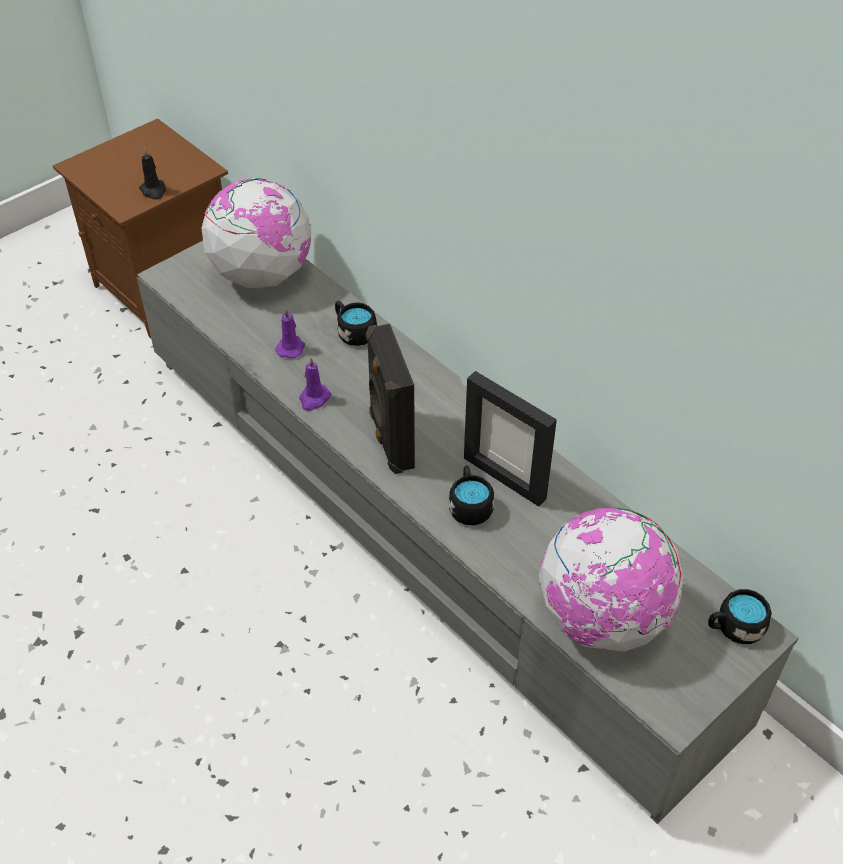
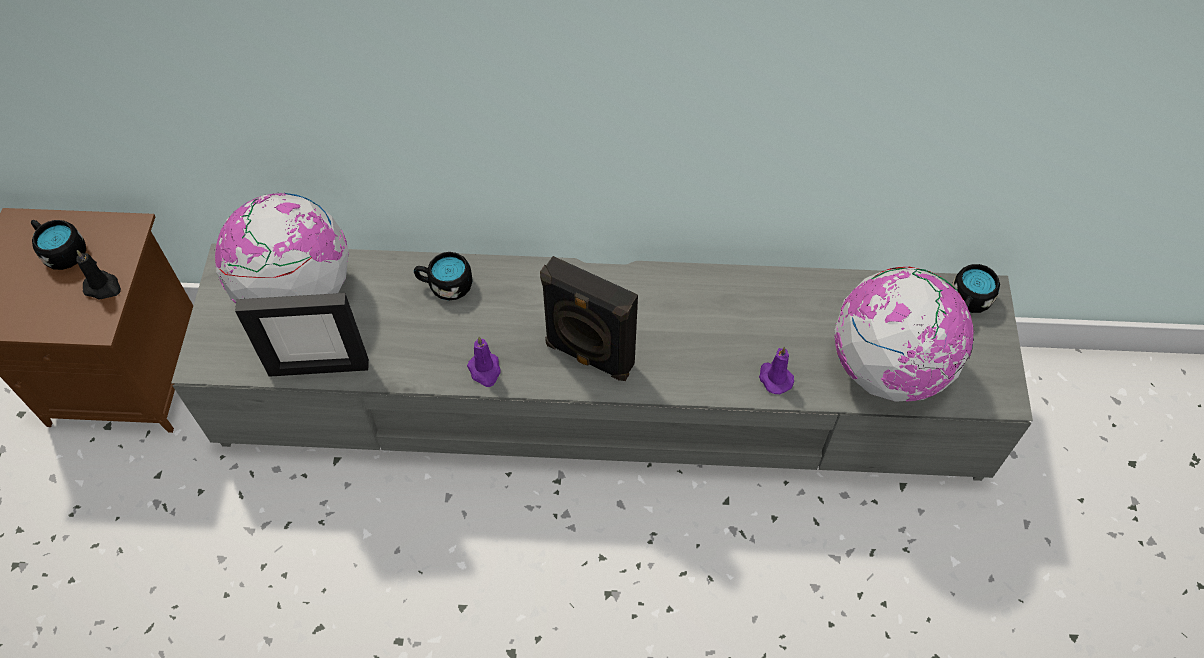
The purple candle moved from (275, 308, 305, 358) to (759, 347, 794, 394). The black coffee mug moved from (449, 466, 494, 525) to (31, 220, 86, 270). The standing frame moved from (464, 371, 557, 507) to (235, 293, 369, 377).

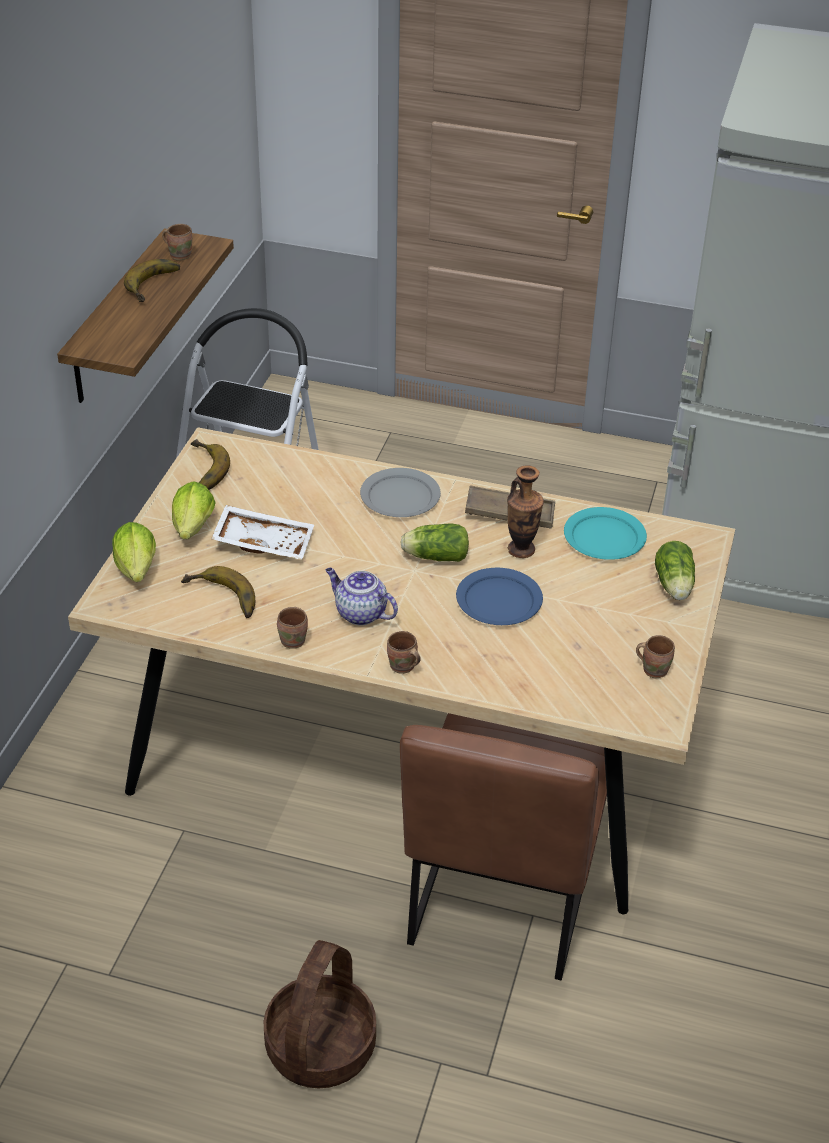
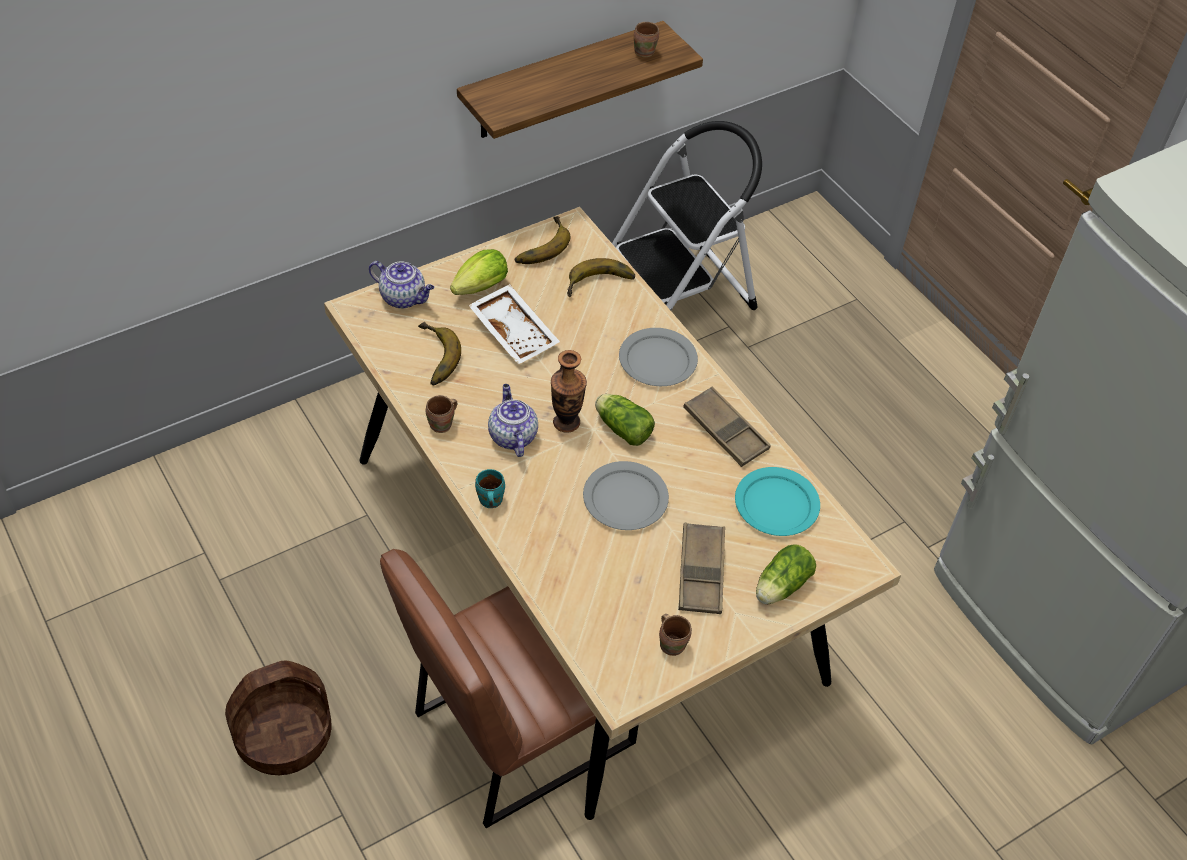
The head of lettuce at (112, 522, 156, 582) was replaced by the teapot at (369, 261, 434, 309). The whole banana moved from (124, 259, 180, 302) to (567, 258, 635, 297). The brownish coffee mug at (387, 631, 421, 674) became the turquoise coffee mug at (475, 469, 505, 508). The blue plate at (456, 568, 543, 625) became the gray plate at (583, 461, 669, 530). The flower vase moved from (507, 465, 544, 558) to (551, 350, 587, 433). The brownish serving tray at (678, 523, 725, 614) appeared.

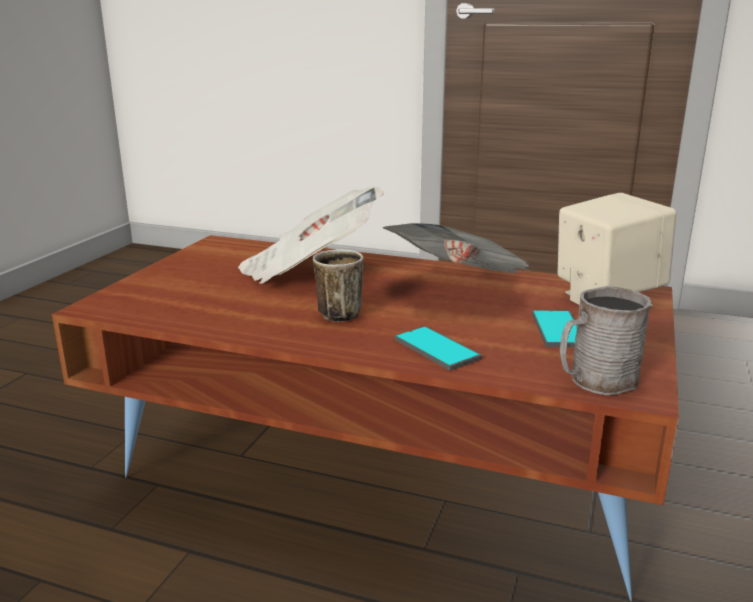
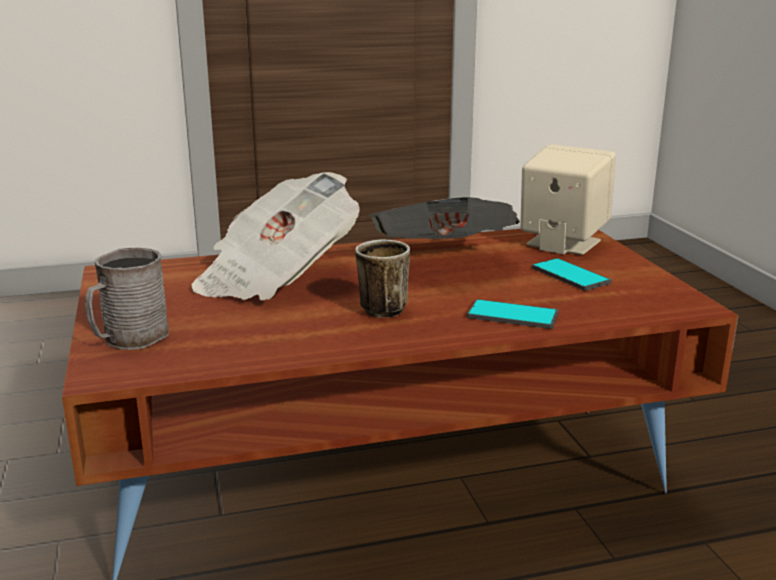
The gray coffee mug moved from (560, 286, 651, 395) to (85, 248, 169, 350).

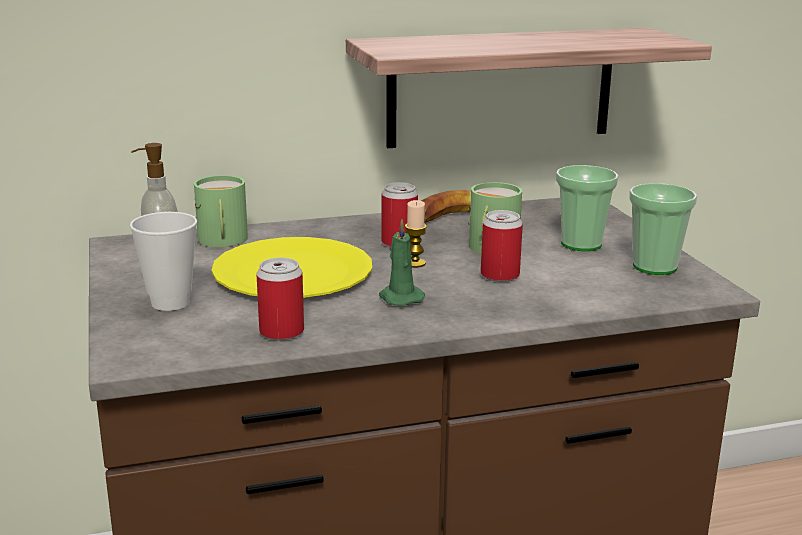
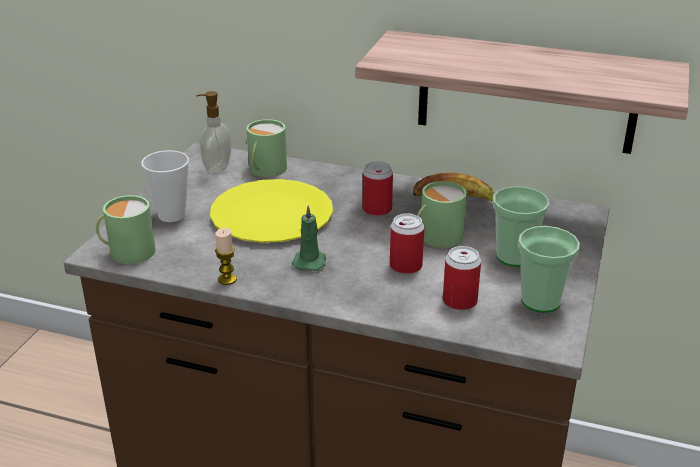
The can moved from (256, 258, 304, 340) to (443, 246, 481, 310). The candle moved from (405, 200, 427, 268) to (215, 228, 237, 285). The green coffee mug at (96, 195, 156, 264) appeared.

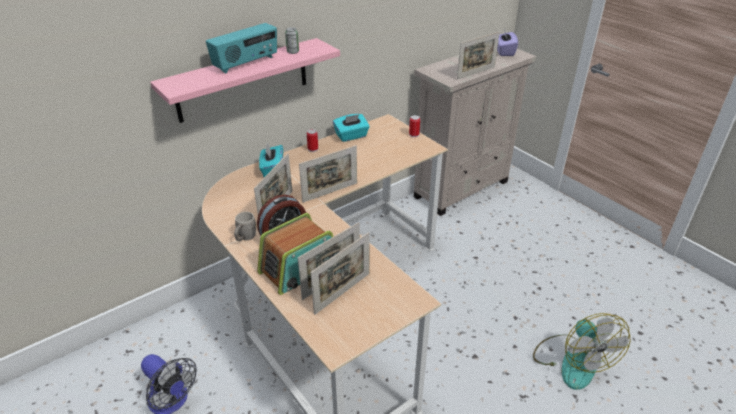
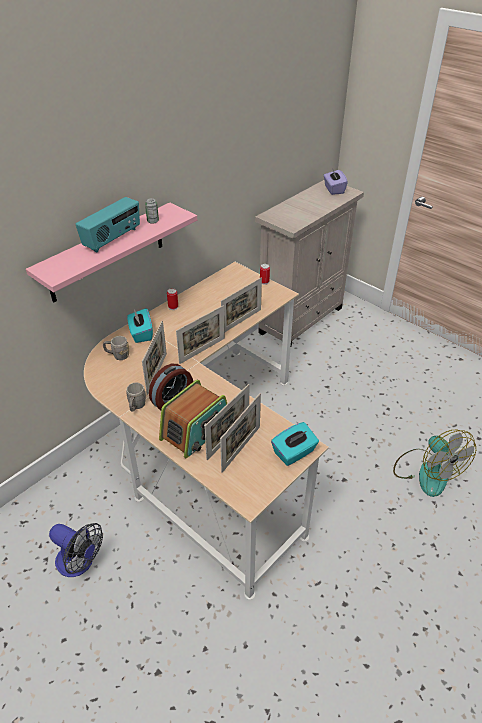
The turquoise tissue holder moved from (333, 114, 370, 142) to (271, 422, 319, 466). The standing frame moved from (457, 32, 500, 80) to (221, 277, 262, 332). The gray coffee mug at (103, 336, 129, 360) appeared.

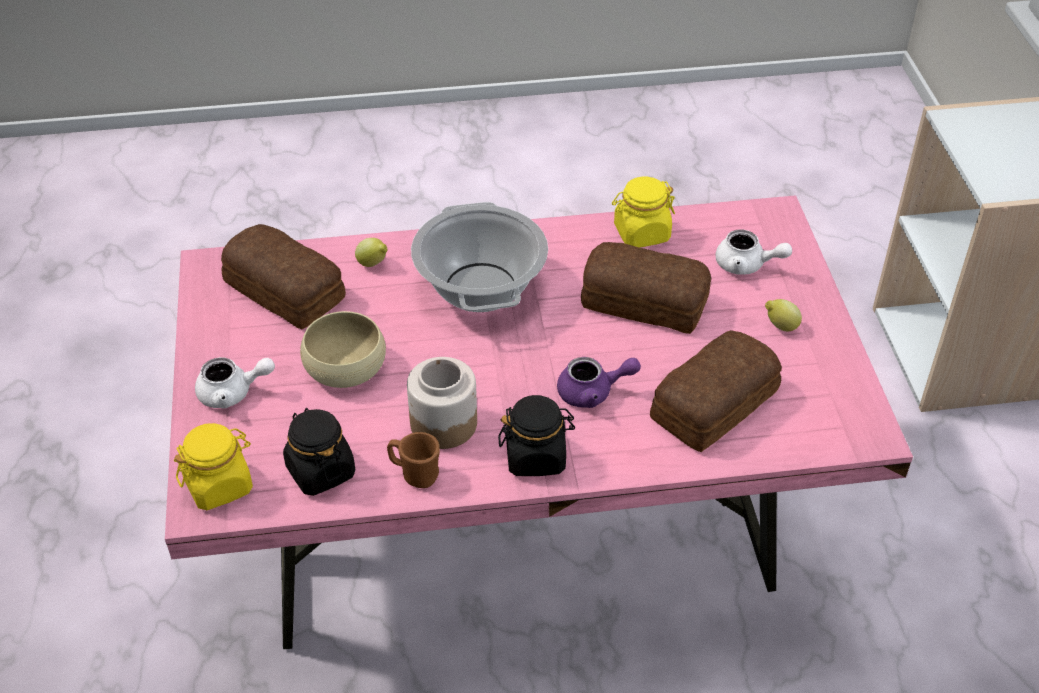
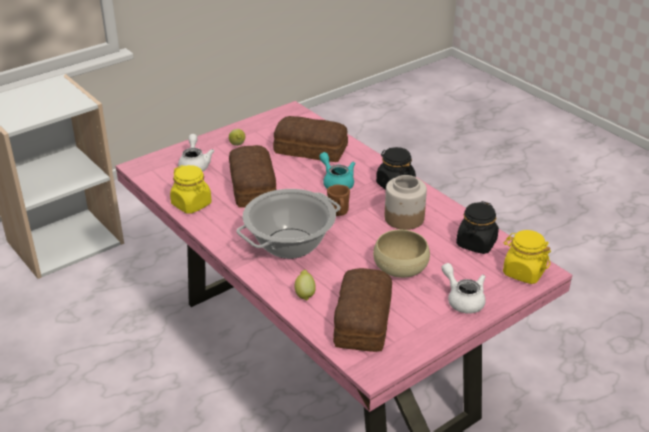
The brownish coffee mug moved from (387, 432, 440, 488) to (327, 184, 350, 216). The purple teapot at (557, 357, 641, 408) became the turquoise teapot at (319, 152, 355, 189).

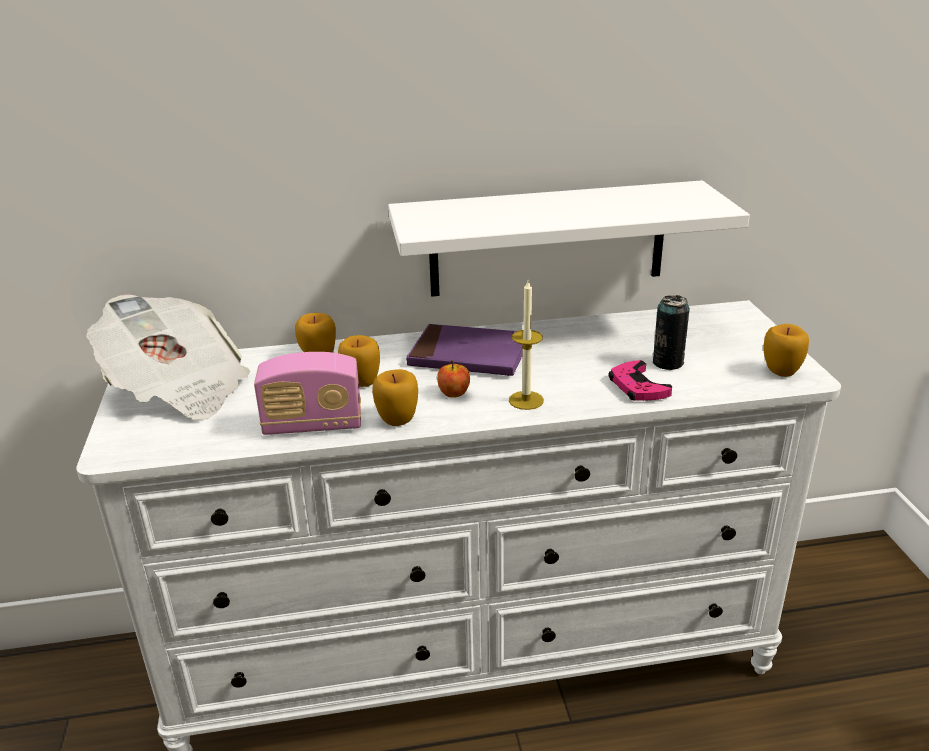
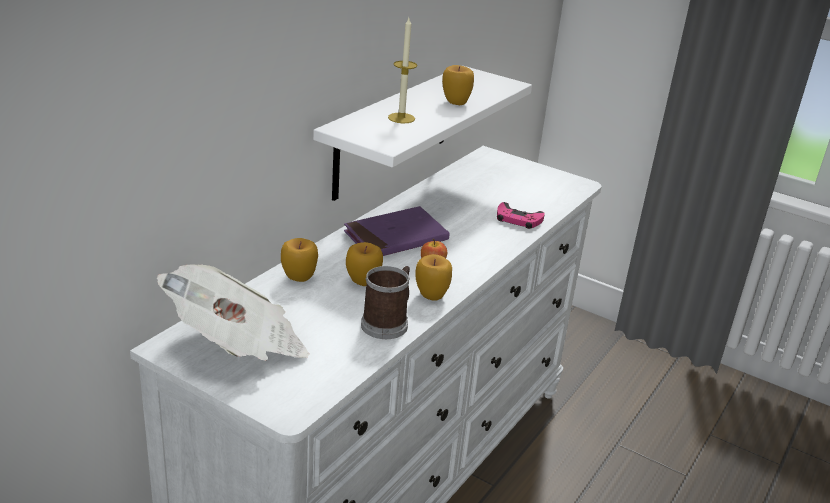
The radio set at (254, 352, 361, 435) was replaced by the coffee mug at (361, 266, 410, 339). The candle moved from (509, 280, 544, 410) to (388, 18, 417, 123). The can at (653, 295, 690, 370) disappeared. The apple fruit moved from (764, 324, 809, 377) to (442, 65, 474, 105).

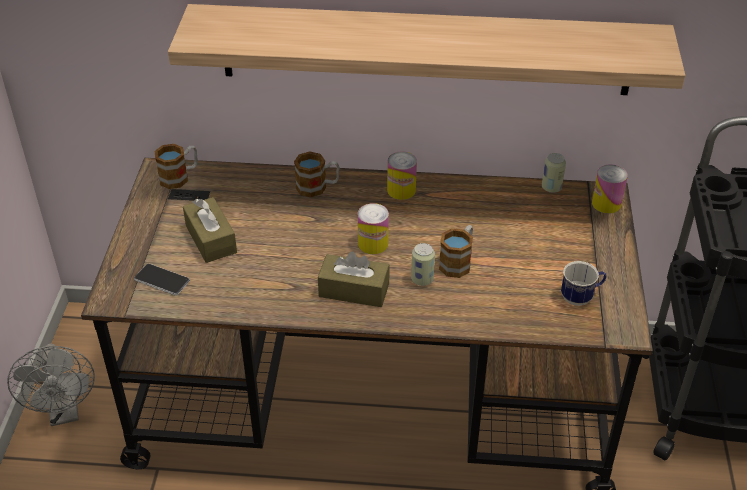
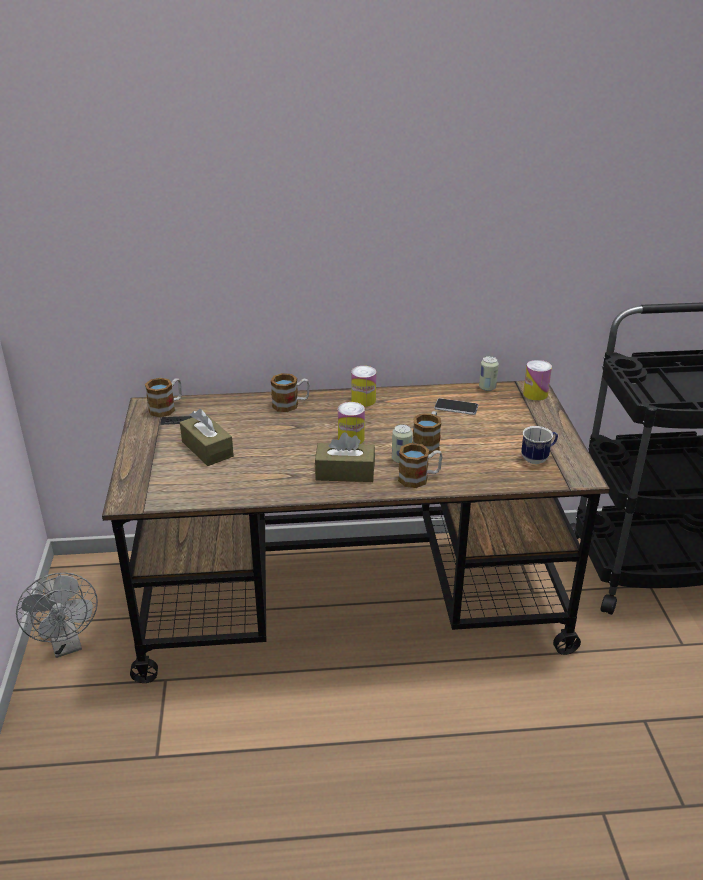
The phone moved from (134, 264, 190, 295) to (434, 398, 478, 415). The wall shelf at (168, 4, 685, 95) disappeared. The coffee mug at (398, 443, 443, 488) appeared.

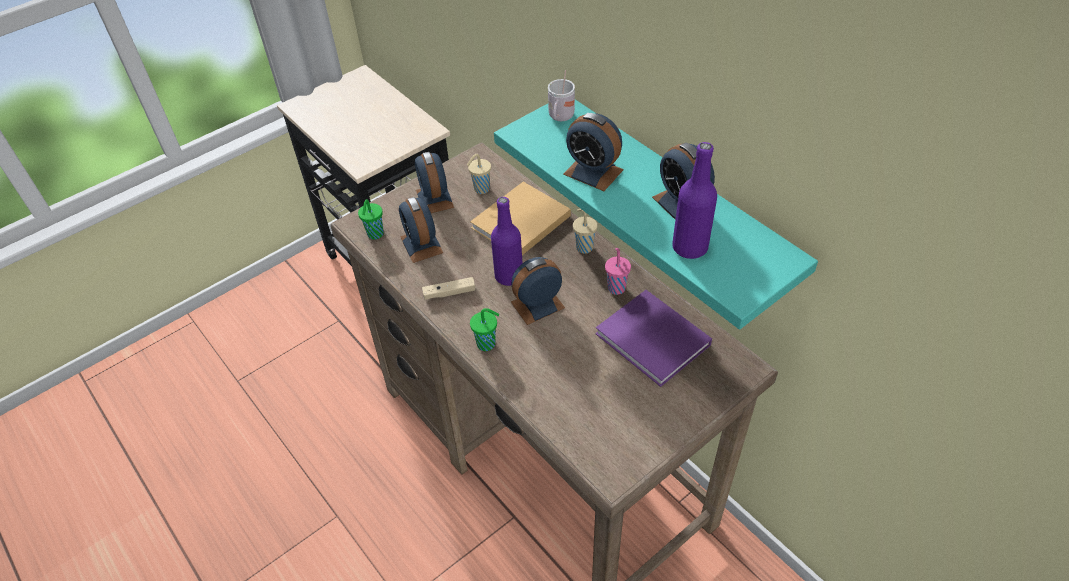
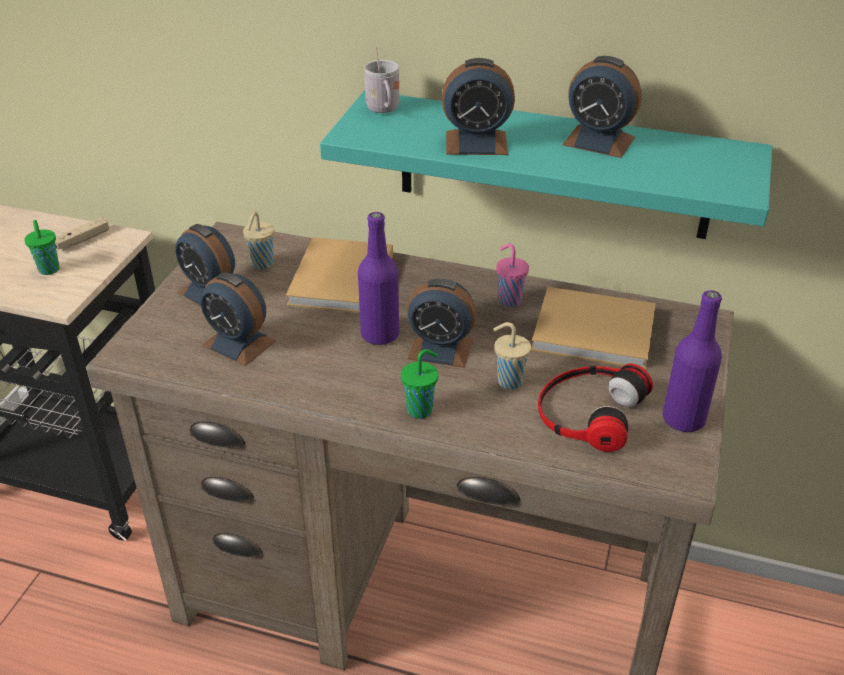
The green drinking cup moved from (358, 199, 384, 240) to (24, 220, 60, 275). The beige-coloured game controller moved from (422, 277, 475, 300) to (55, 217, 109, 250). The alarm clock at (511, 257, 565, 325) turned 105 degrees counterclockwise. The beige-coloured drinking cup moved from (573, 209, 598, 254) to (493, 322, 531, 390). The purple book at (595, 290, 712, 387) became the beige-coloured book at (531, 287, 656, 370). The purple bottle moved from (672, 142, 717, 259) to (662, 290, 722, 432). The pair of headphones at (538, 363, 653, 452) appeared.

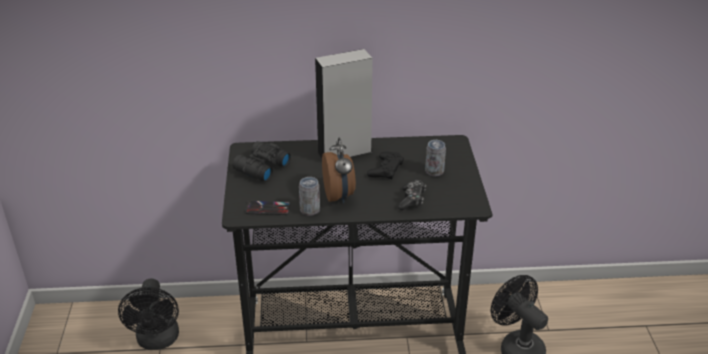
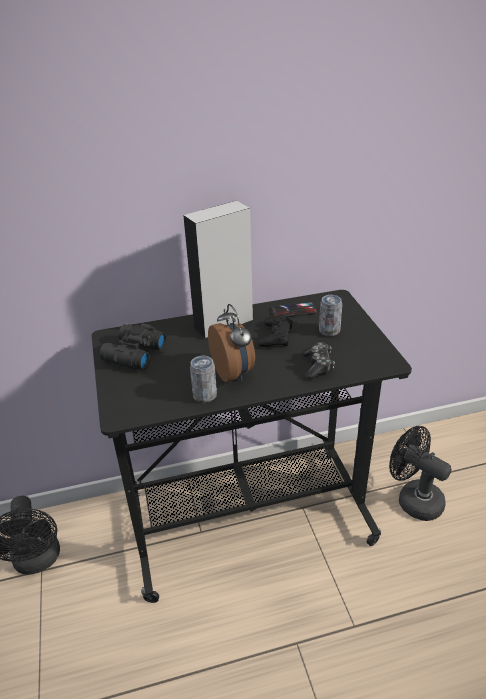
The phone moved from (245, 200, 291, 215) to (271, 302, 317, 317).

